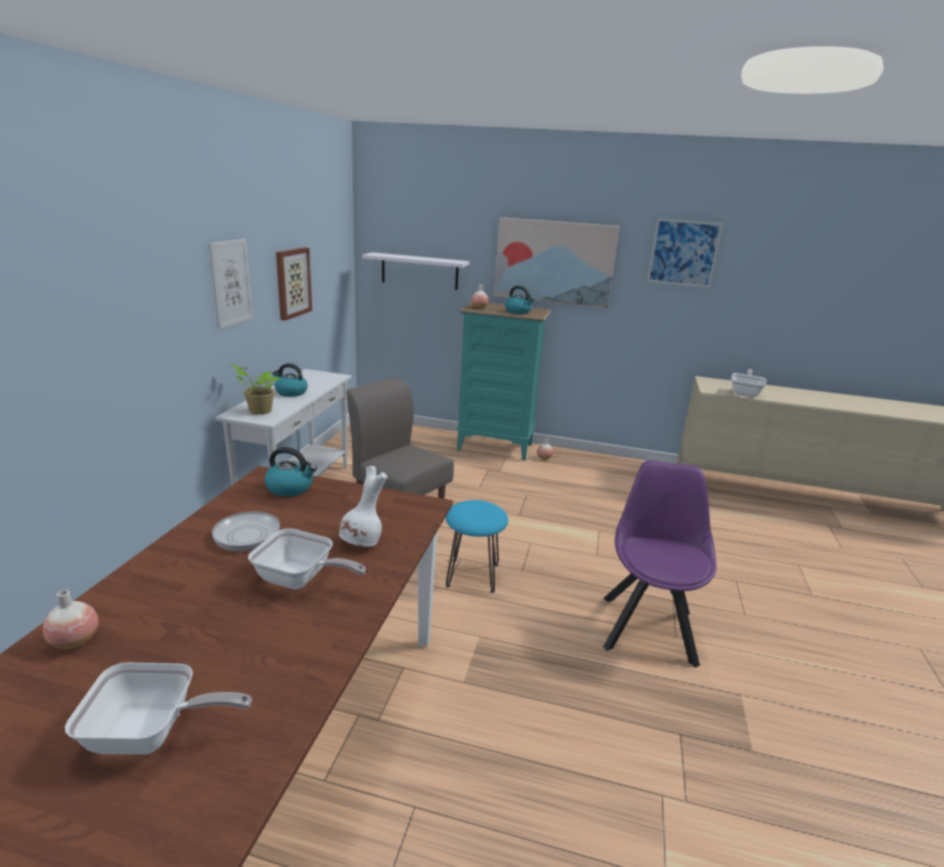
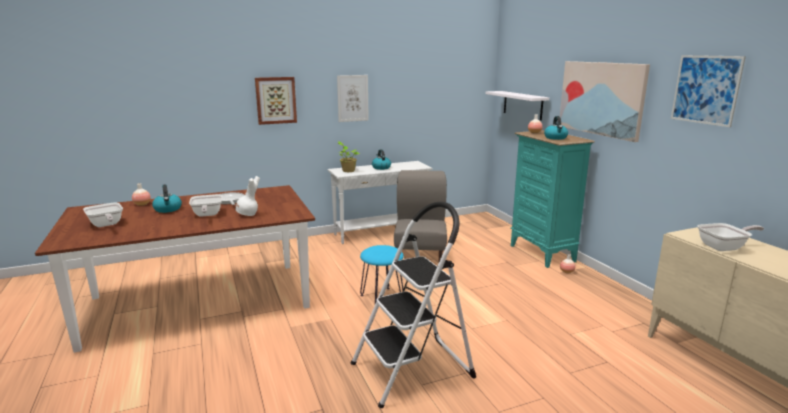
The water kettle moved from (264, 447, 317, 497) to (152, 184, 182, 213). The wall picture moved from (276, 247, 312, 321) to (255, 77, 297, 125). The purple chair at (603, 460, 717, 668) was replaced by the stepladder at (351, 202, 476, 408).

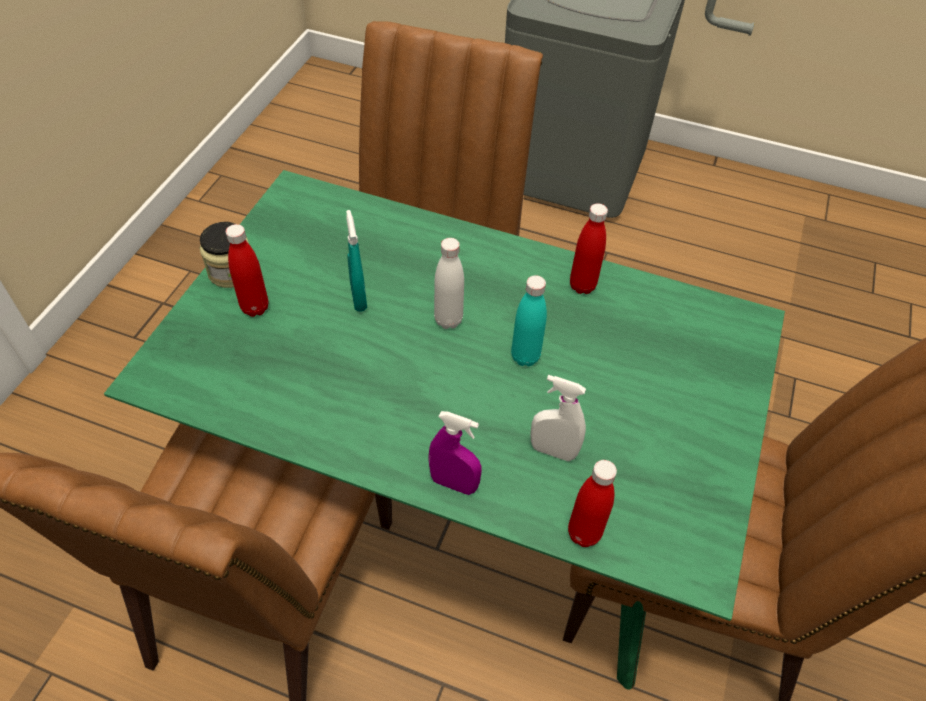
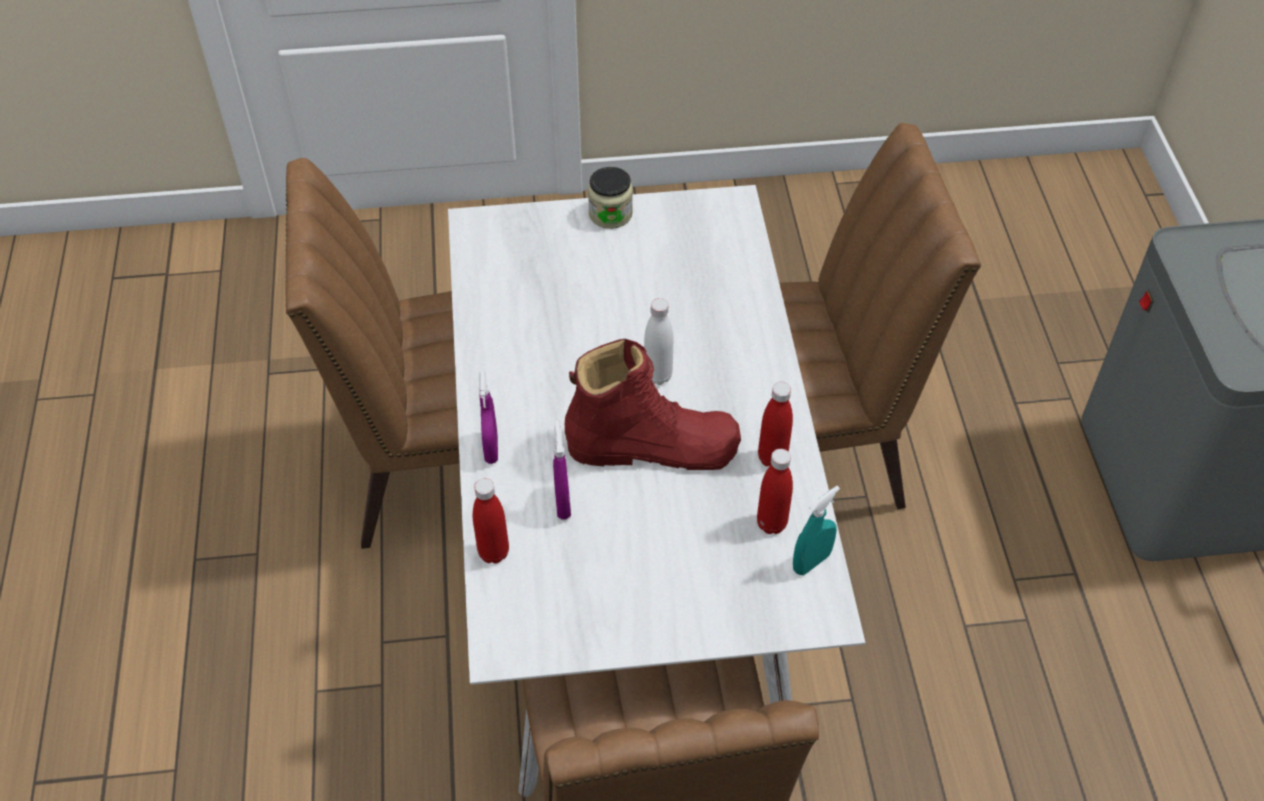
The green kitchen table at (104, 170, 785, 690) became the white kitchen table at (448, 185, 865, 797). The red-coloured bottle moved from (226, 224, 268, 317) to (757, 449, 793, 534). The turquoise hand sprayer moved from (346, 210, 367, 311) to (793, 486, 840, 575). The turquoise bottle at (511, 275, 547, 366) was replaced by the red-coloured boot at (565, 339, 741, 470). The white hand sprayer at (530, 375, 586, 461) became the purple hand sprayer at (553, 421, 571, 520).

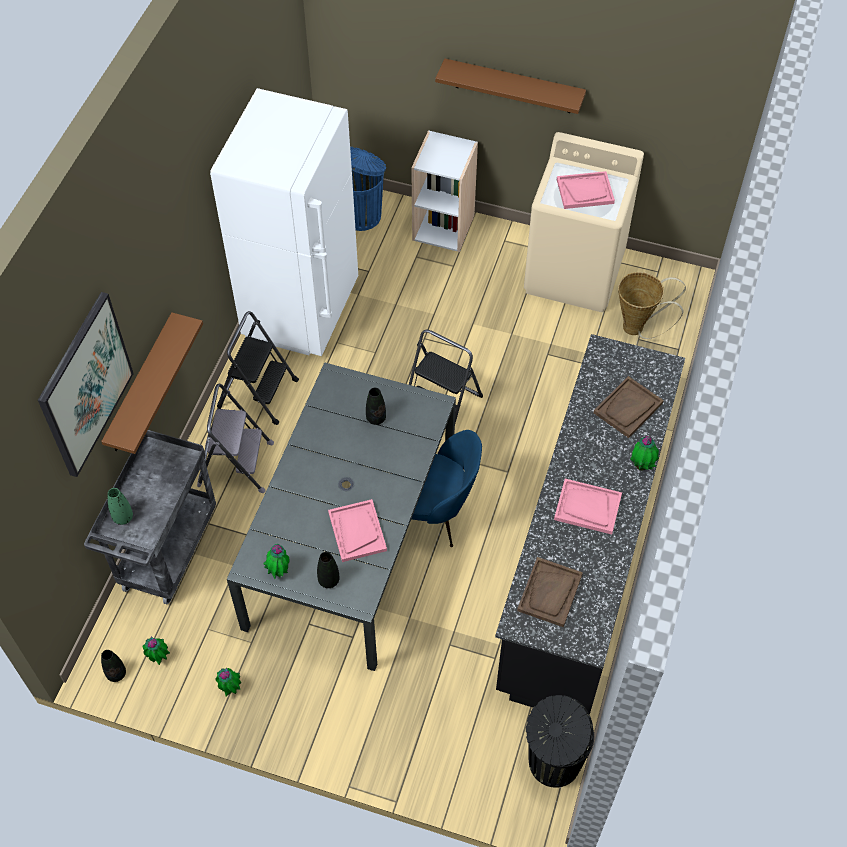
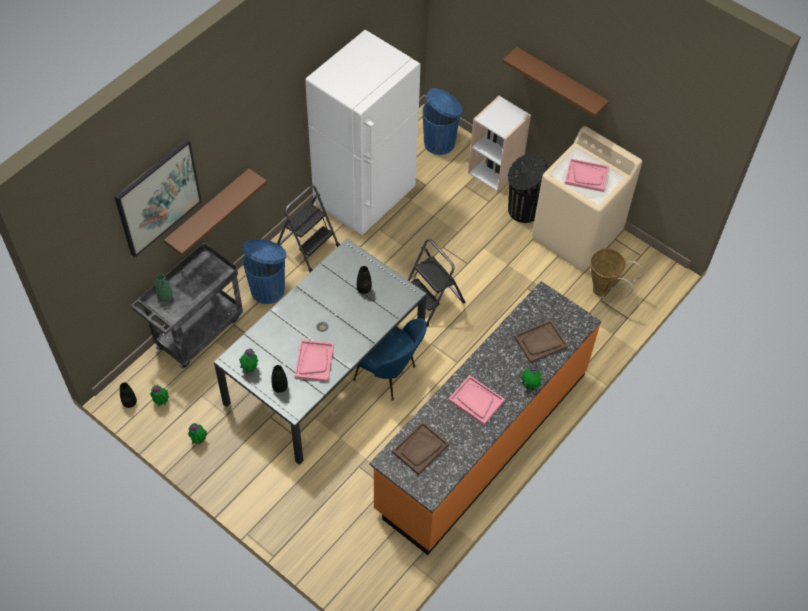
The gray stepladder at (197, 384, 274, 493) was replaced by the blue trash can at (242, 239, 286, 304). The black counter at (495, 334, 685, 715) became the orange-coloured counter at (369, 281, 601, 555). The black trash can moved from (526, 695, 594, 788) to (508, 153, 548, 223).

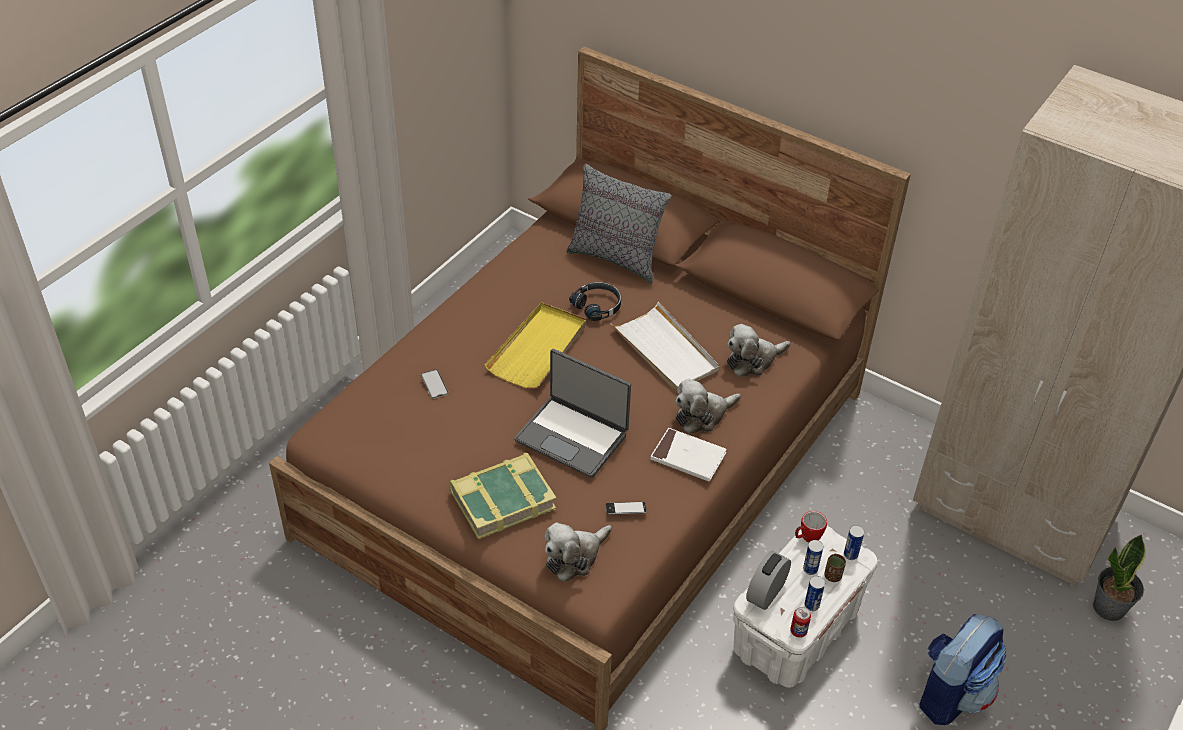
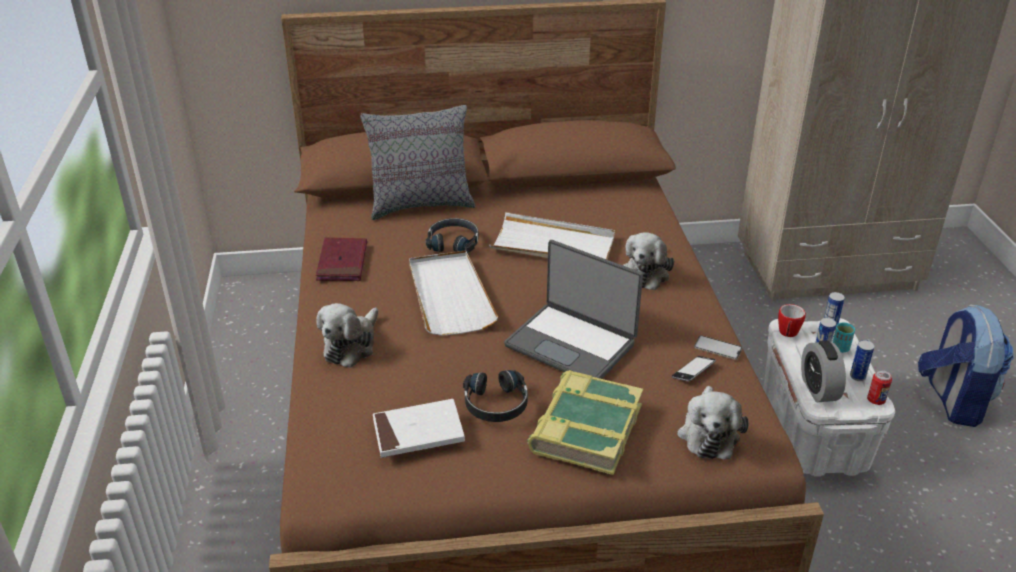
The phone moved from (421, 370, 449, 399) to (694, 335, 742, 360). The yellow serving tray at (484, 302, 586, 389) became the white serving tray at (409, 251, 498, 336). The notebook computer at (514, 349, 631, 478) turned 45 degrees clockwise. The white book moved from (650, 428, 726, 482) to (373, 399, 465, 458). The cuddly toy moved from (727, 324, 790, 377) to (316, 303, 378, 368). The brownish drinking cup at (824, 554, 846, 582) became the turquoise drinking cup at (833, 323, 855, 353). The houseplant at (1093, 535, 1146, 621) disappeared. The red-coloured book at (316, 237, 367, 281) appeared. The black pair of headphones at (463, 370, 528, 422) appeared.

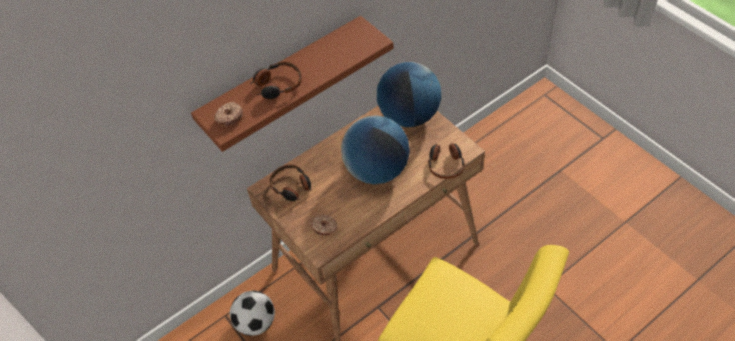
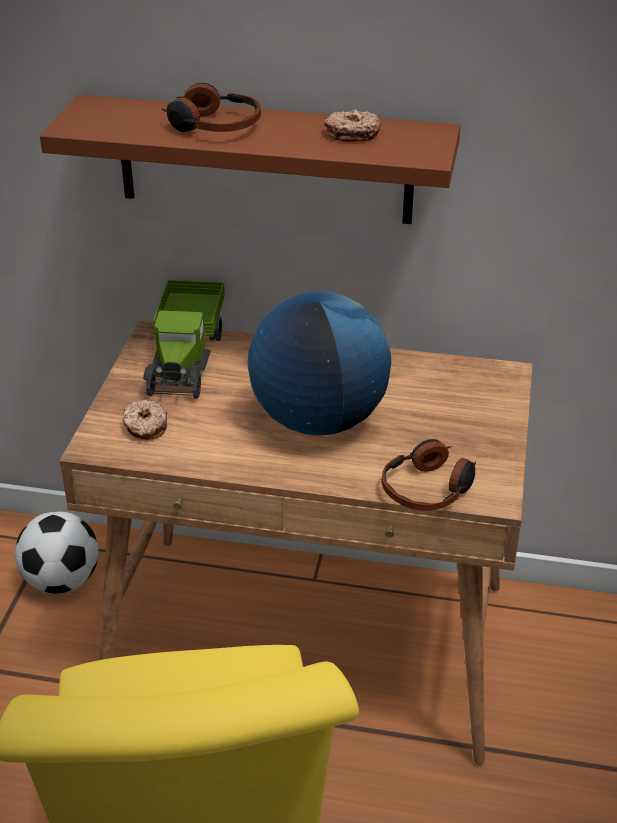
The ring doughnut moved from (214, 102, 243, 127) to (324, 109, 381, 142). The pair of headphones at (269, 165, 311, 201) was replaced by the toy lorry at (143, 280, 225, 398). The world globe at (377, 62, 441, 127) disappeared.

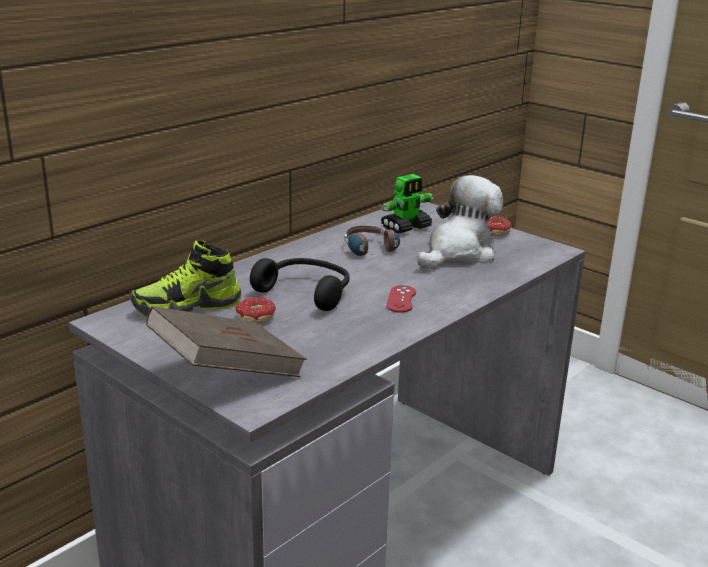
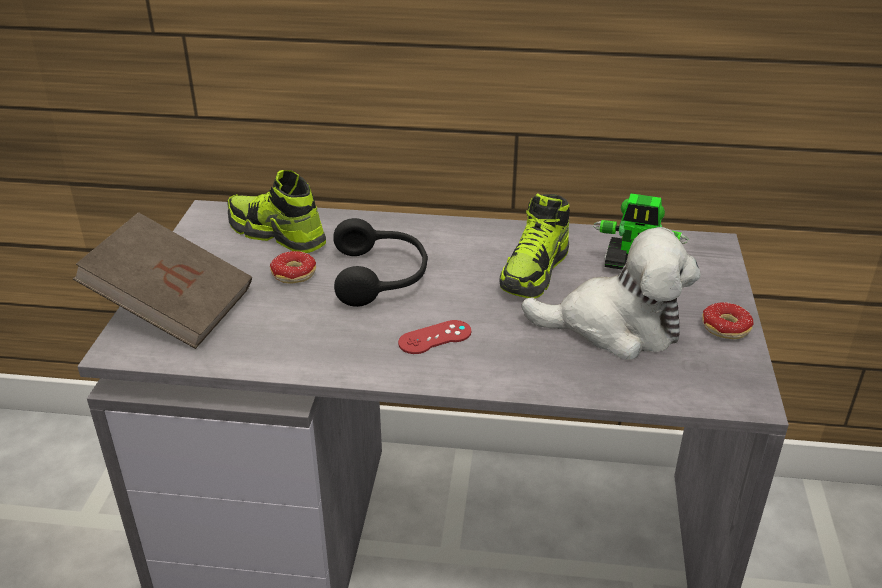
The pair of headphones at (345, 226, 400, 257) was replaced by the item of footwear at (499, 193, 570, 298).

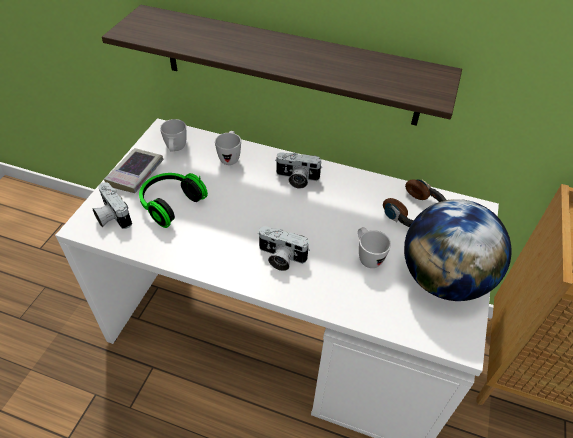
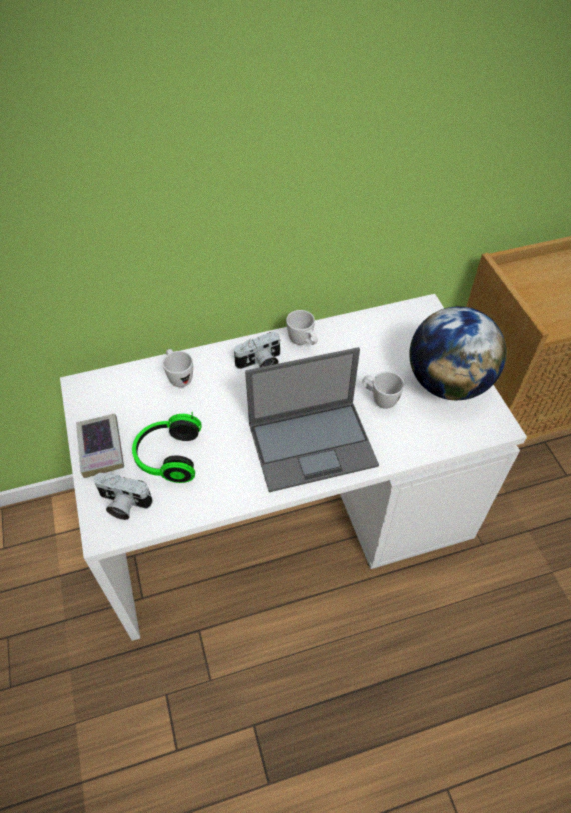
The wall shelf at (102, 5, 462, 126) disappeared. The white coffee mug moved from (160, 119, 187, 152) to (286, 310, 318, 345). The photo camera at (258, 226, 310, 271) was replaced by the notebook computer at (245, 347, 379, 492). The pair of headphones at (383, 179, 446, 227) disappeared.

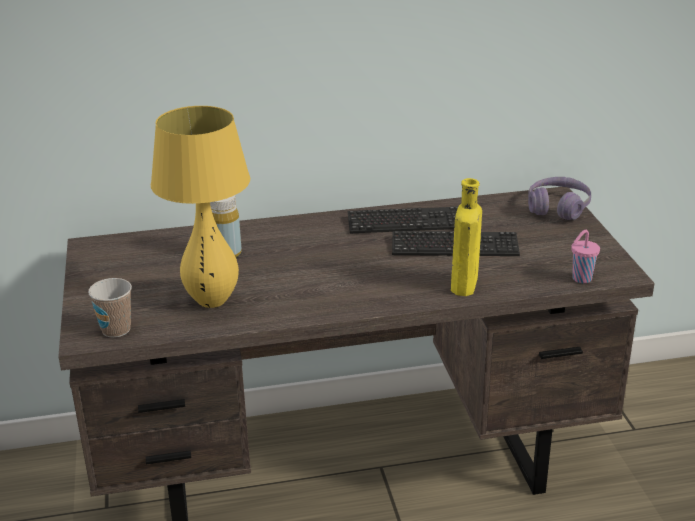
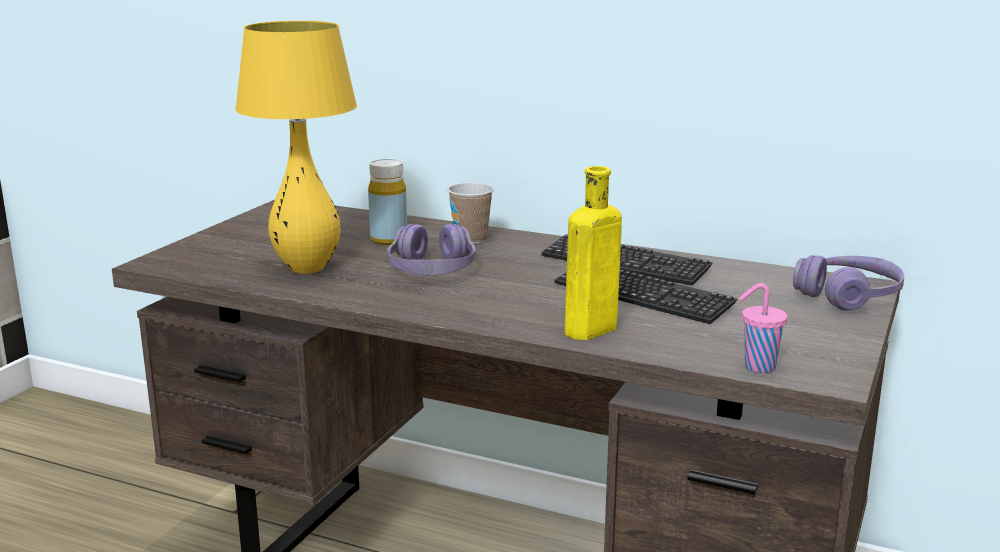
The drinking cup moved from (88, 278, 132, 338) to (448, 183, 494, 244). The purple pair of headphones at (387, 224, 476, 276) appeared.

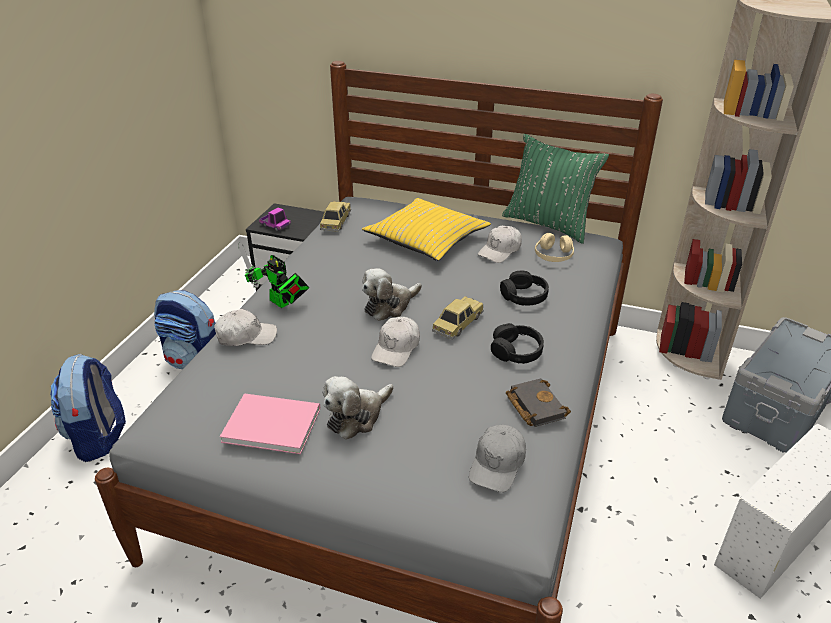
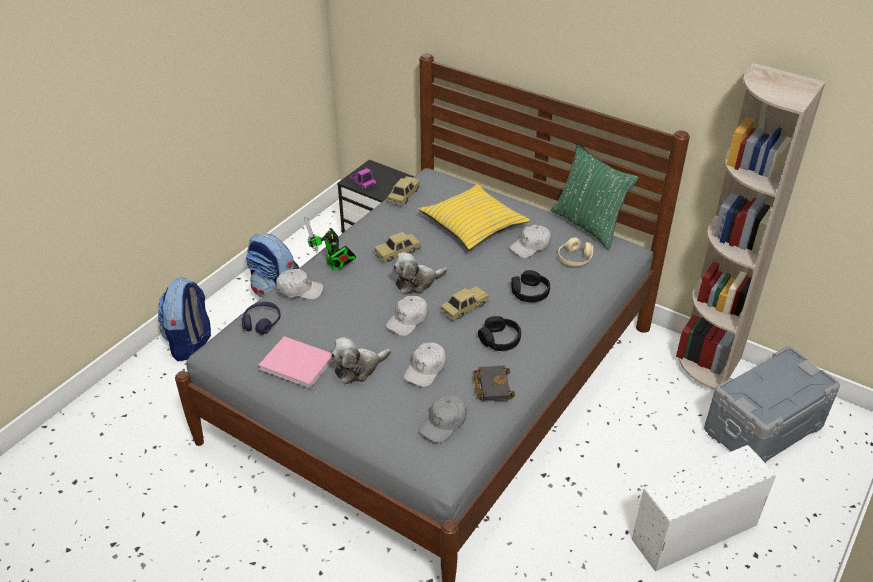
The purple pair of headphones at (242, 302, 281, 334) appeared. The toy car at (374, 232, 421, 262) appeared. The white peaked cap at (404, 342, 446, 387) appeared.

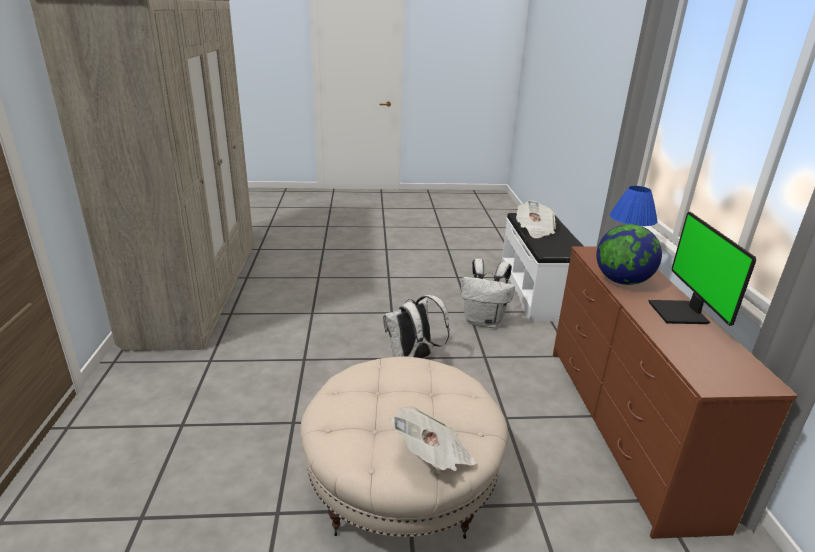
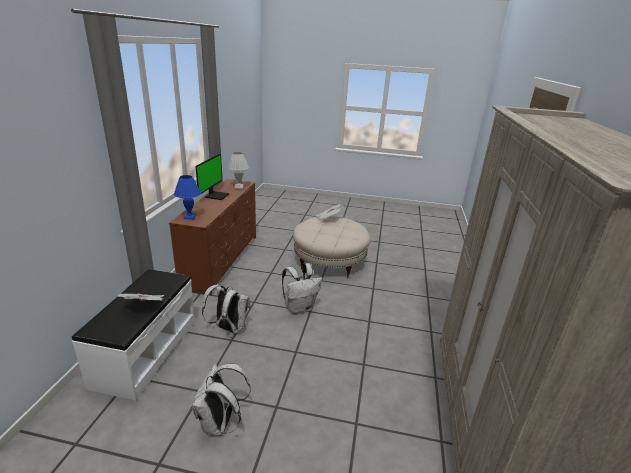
The world globe at (596, 224, 662, 285) disappeared. The white backpack at (192, 364, 251, 436) appeared. The white table lamp at (227, 152, 249, 189) appeared.

